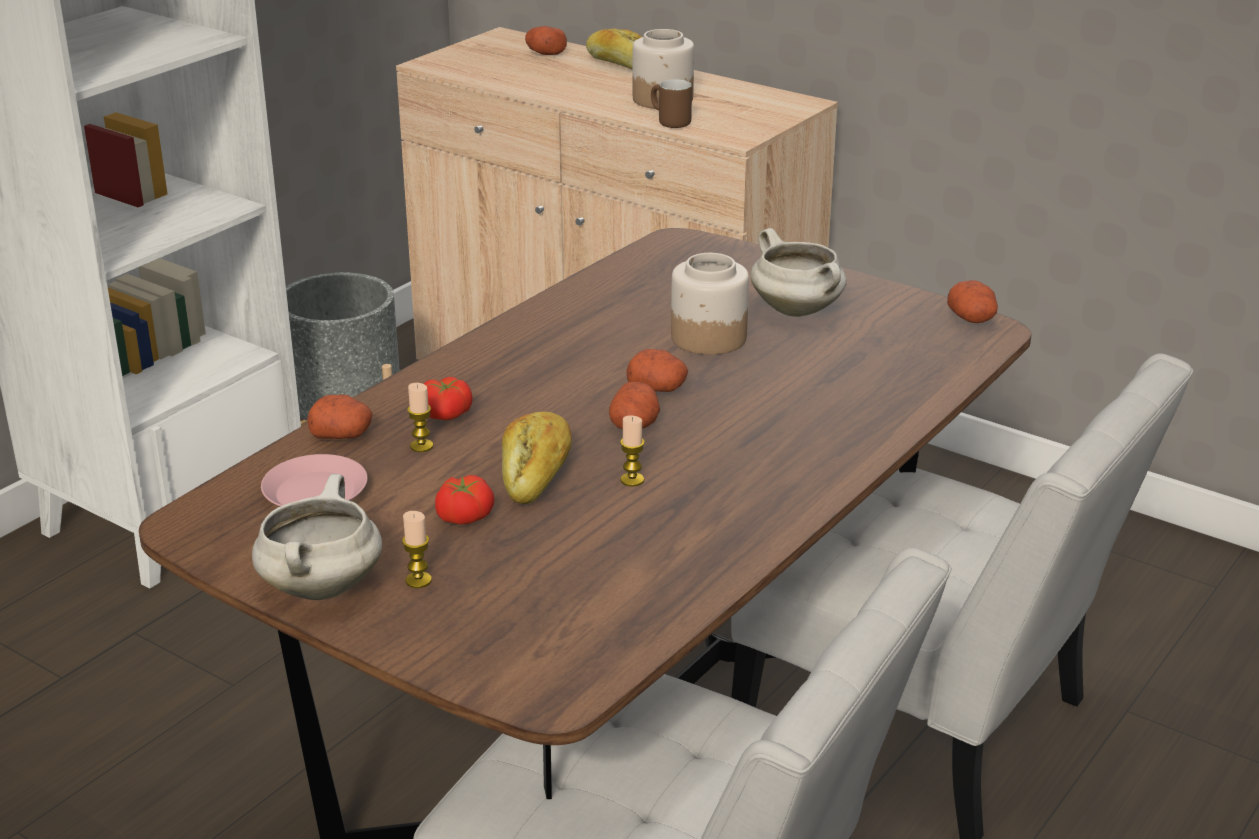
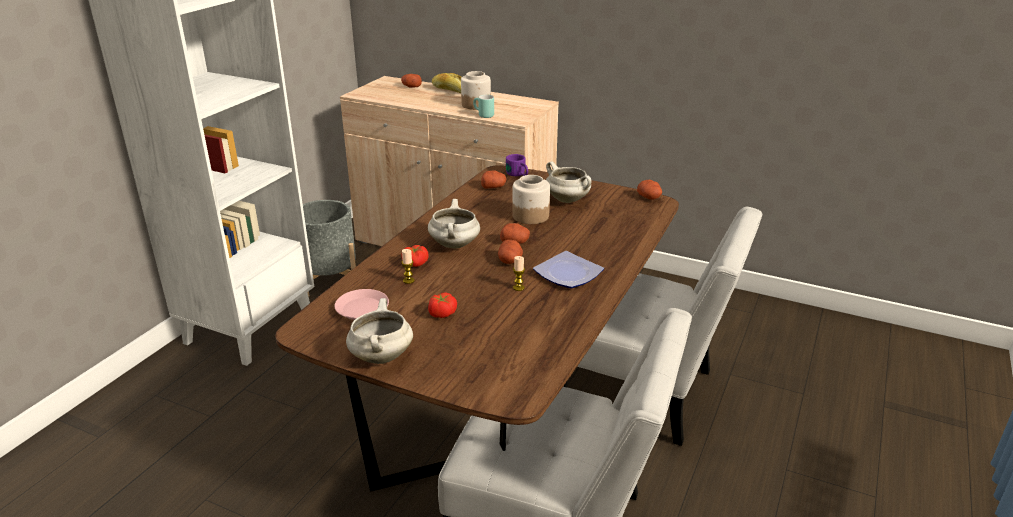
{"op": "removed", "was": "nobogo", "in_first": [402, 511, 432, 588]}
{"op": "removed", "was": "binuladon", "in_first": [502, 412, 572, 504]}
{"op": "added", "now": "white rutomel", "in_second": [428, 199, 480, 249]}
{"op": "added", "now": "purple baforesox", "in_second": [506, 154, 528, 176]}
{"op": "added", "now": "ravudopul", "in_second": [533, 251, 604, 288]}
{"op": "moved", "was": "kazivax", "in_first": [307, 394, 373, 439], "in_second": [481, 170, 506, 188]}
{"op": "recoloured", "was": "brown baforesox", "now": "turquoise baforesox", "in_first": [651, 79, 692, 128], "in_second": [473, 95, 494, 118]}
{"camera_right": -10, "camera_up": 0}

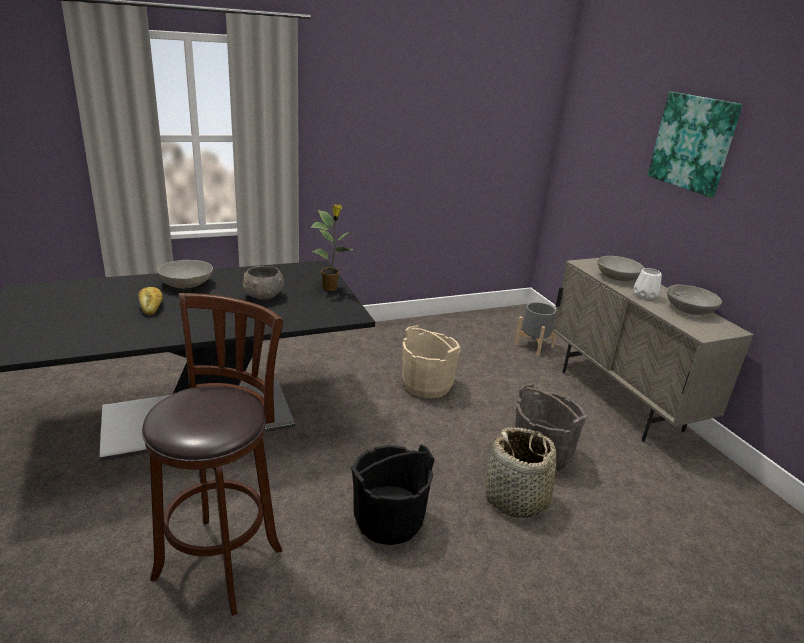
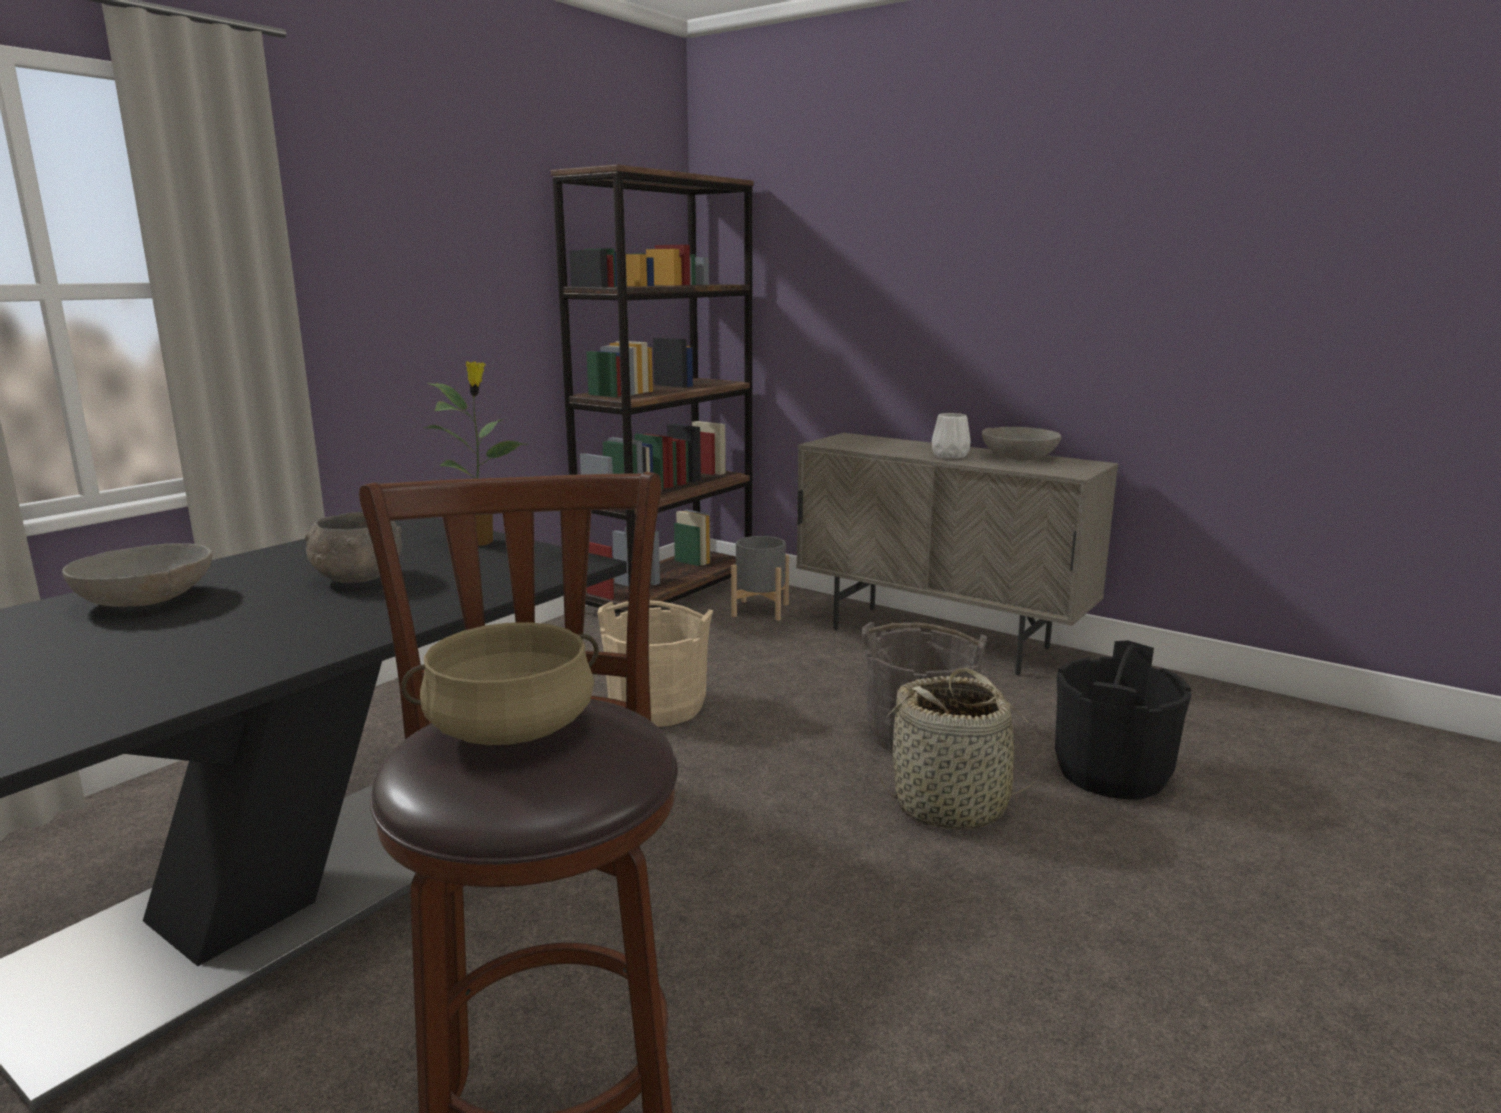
{"op": "removed", "was": "binuladon", "in_first": [138, 287, 163, 315]}
{"op": "removed", "was": "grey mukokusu", "in_first": [598, 256, 644, 281]}
{"op": "removed", "was": "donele", "in_first": [648, 92, 743, 197]}
{"op": "added", "now": "beige rutomel", "in_second": [401, 622, 599, 745]}
{"op": "added", "now": "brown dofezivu", "in_second": [551, 164, 754, 614]}
{"op": "moved", "was": "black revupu", "in_first": [350, 445, 435, 545], "in_second": [1055, 640, 1191, 800]}
{"camera_right": -30, "camera_up": -10}

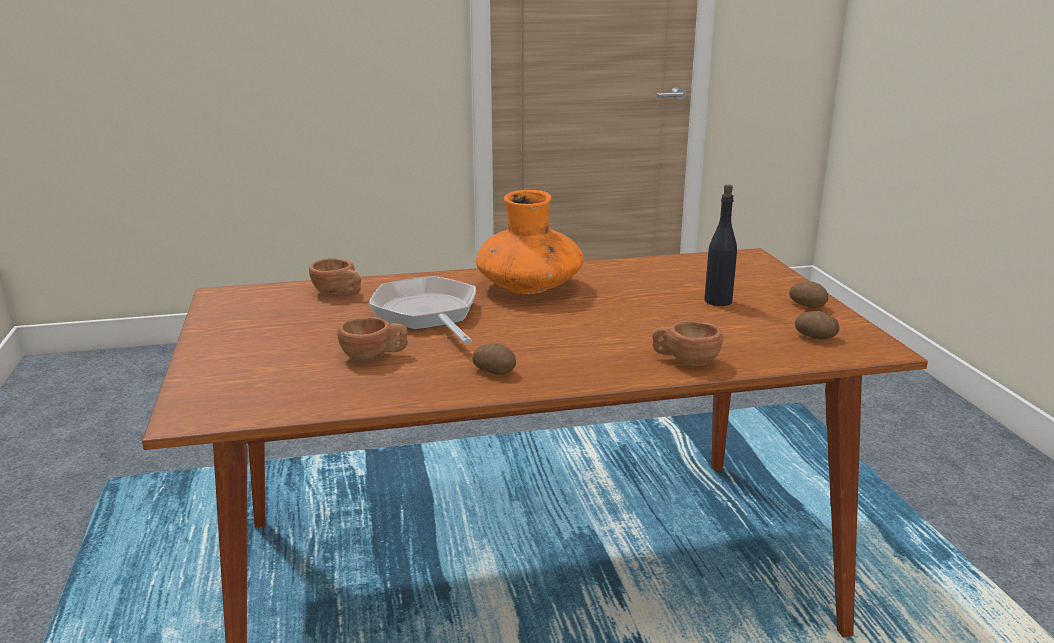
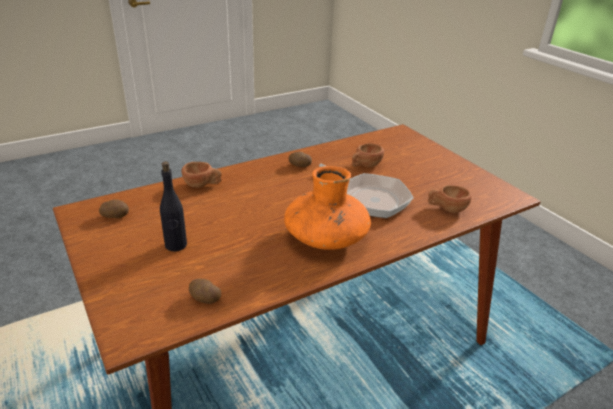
{"op": "moved", "was": "kazivax", "in_first": [789, 282, 828, 308], "in_second": [189, 279, 221, 304]}
{"camera_right": 160, "camera_up": 10}

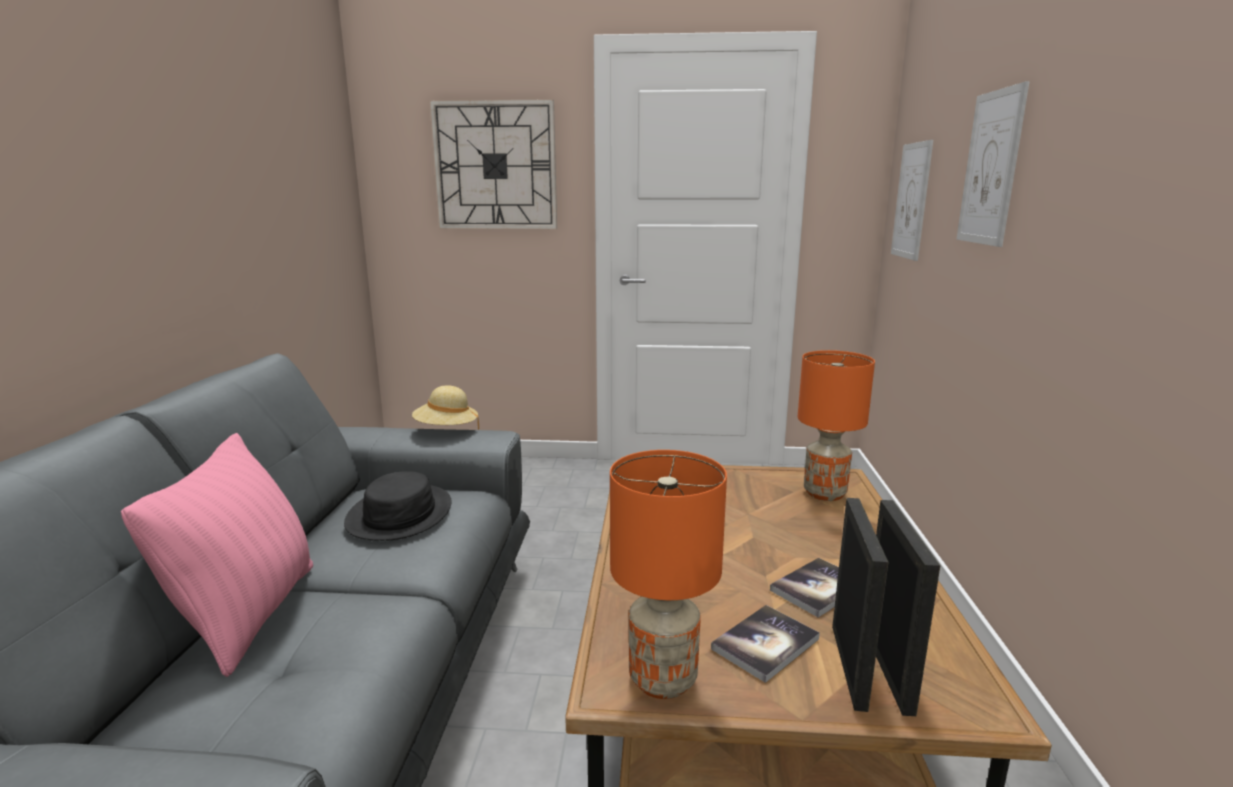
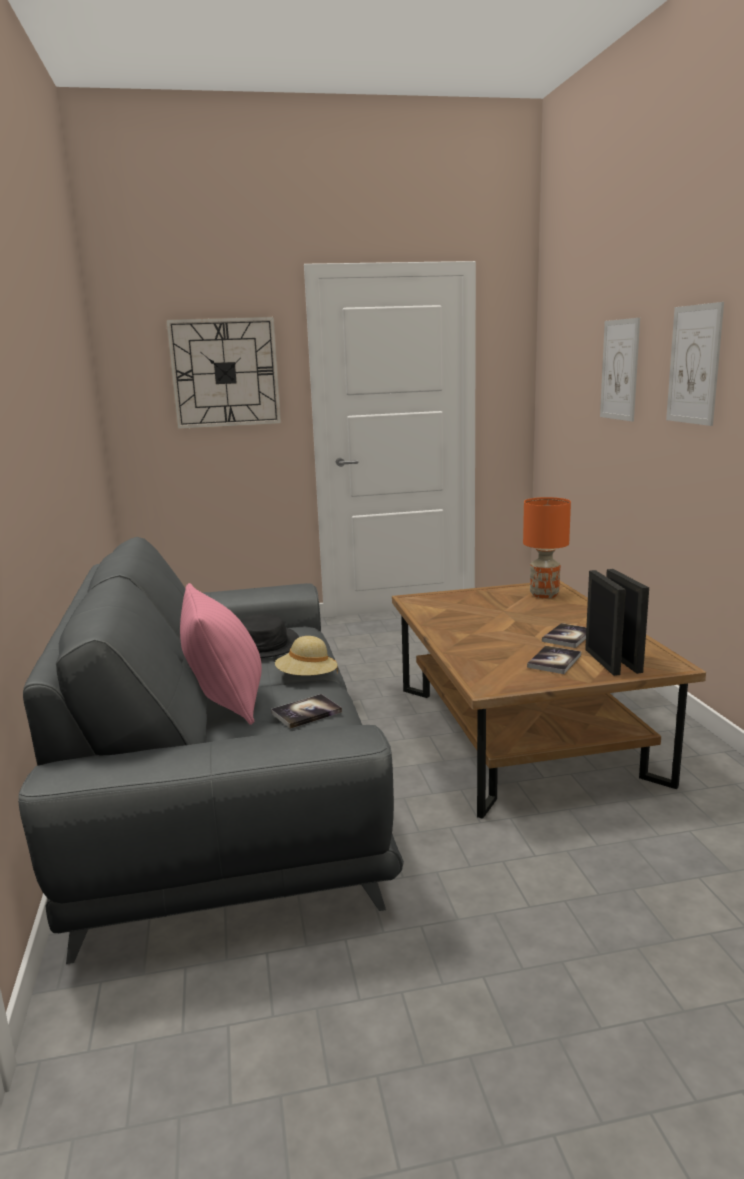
{"op": "removed", "was": "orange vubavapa", "in_first": [610, 450, 727, 699]}
{"op": "added", "now": "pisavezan", "in_second": [271, 694, 342, 729]}
{"op": "moved", "was": "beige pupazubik", "in_first": [412, 385, 479, 430], "in_second": [275, 636, 338, 676]}
{"op": "moved", "was": "donele", "in_first": [891, 140, 933, 261], "in_second": [666, 302, 724, 426]}
{"camera_right": -15, "camera_up": 0}

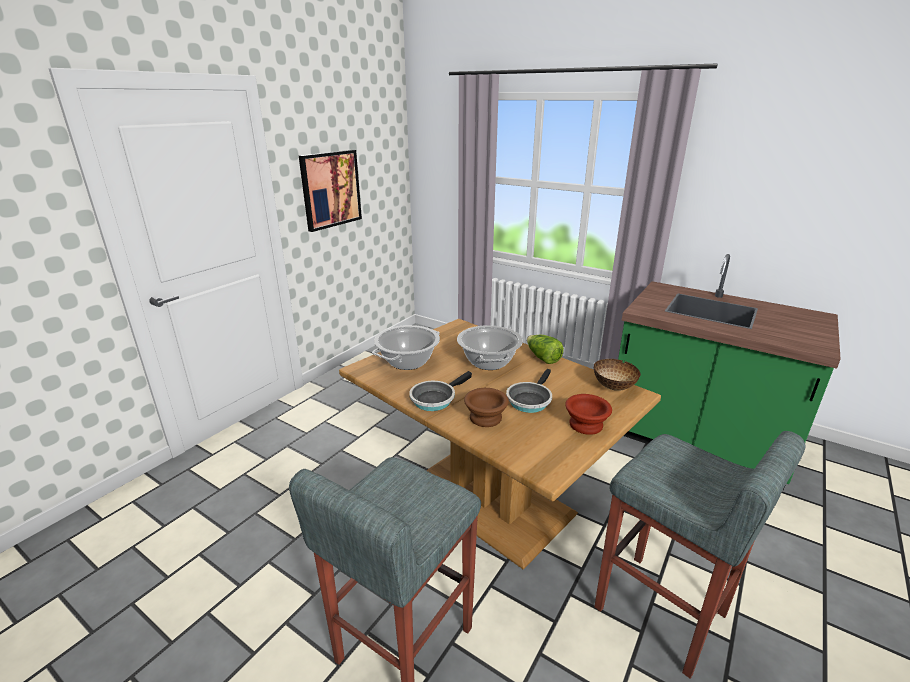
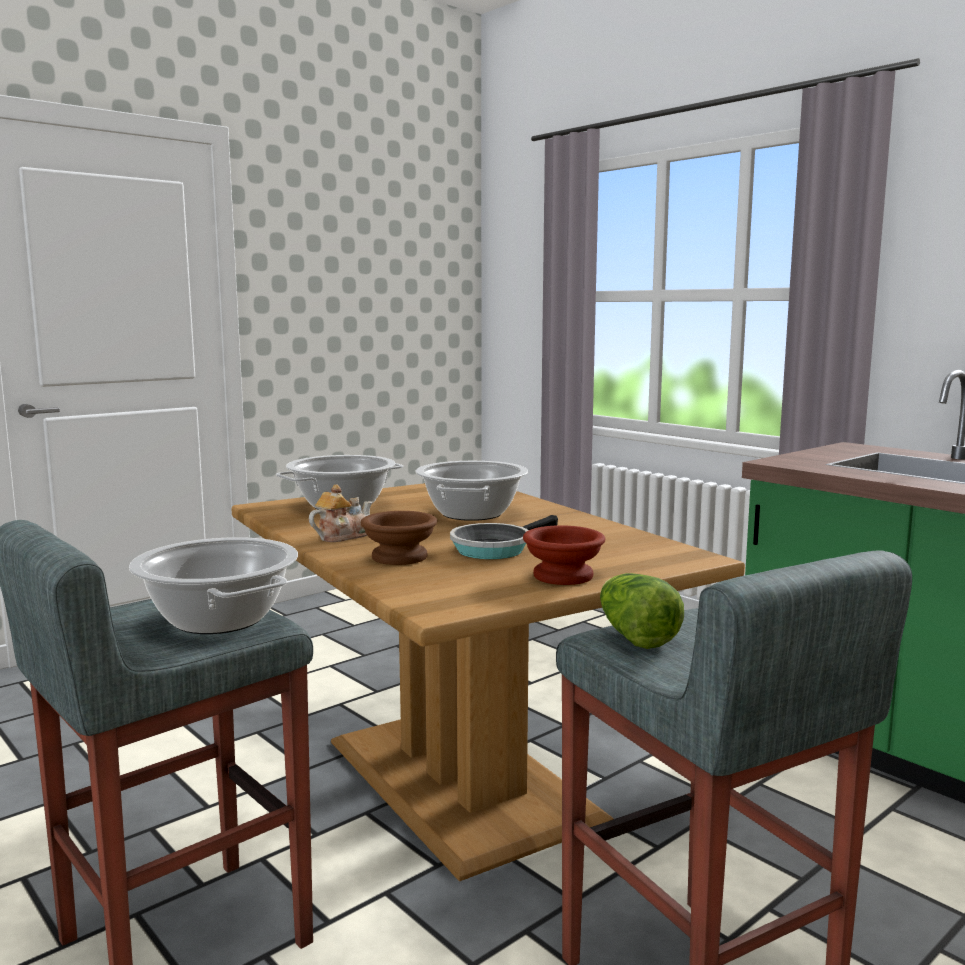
{"op": "removed", "was": "donele", "in_first": [299, 150, 362, 232]}
{"op": "removed", "was": "mukokusu", "in_first": [594, 359, 641, 391]}
{"op": "added", "now": "rutomel", "in_second": [129, 537, 298, 634]}
{"op": "moved", "was": "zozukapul", "in_first": [527, 335, 564, 364], "in_second": [600, 573, 684, 649]}
{"op": "replaced", "was": "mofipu", "now": "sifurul", "in_first": [410, 371, 472, 411], "in_second": [309, 484, 373, 542]}
{"camera_right": 15, "camera_up": -15}

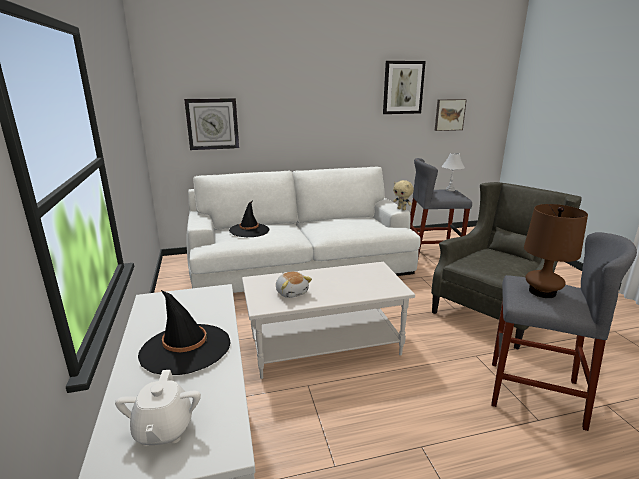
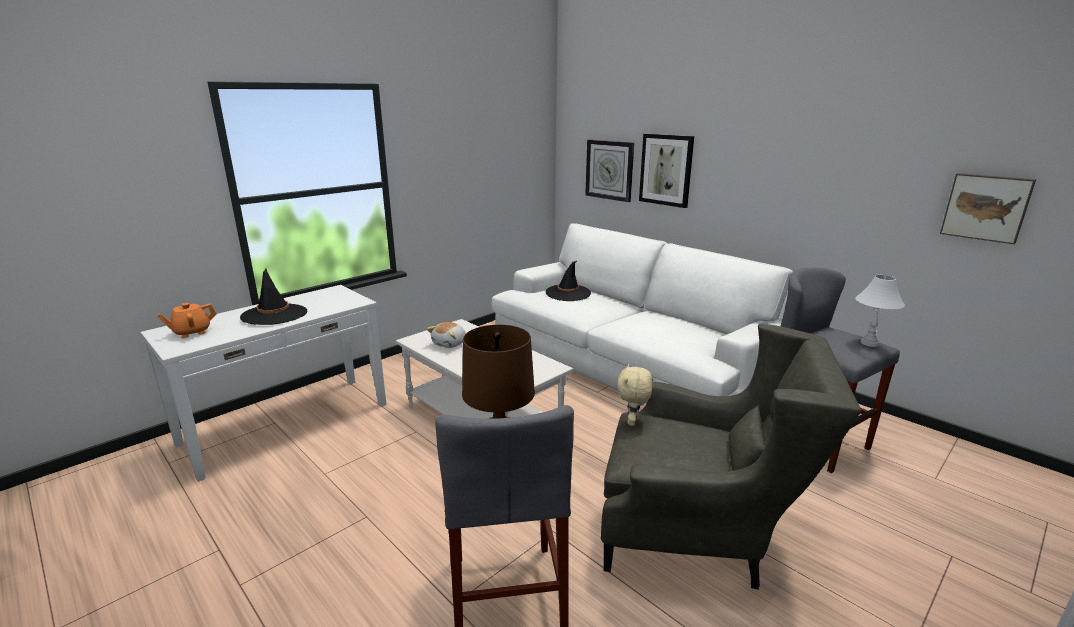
{"op": "moved", "was": "donele", "in_first": [383, 61, 426, 114], "in_second": [639, 134, 694, 208]}
{"op": "moved", "was": "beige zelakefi", "in_first": [393, 180, 414, 210], "in_second": [617, 364, 653, 426]}
{"op": "recoloured", "was": "white sifurul", "now": "orange sifurul", "in_first": [115, 370, 201, 446], "in_second": [157, 303, 216, 338]}
{"camera_right": 60, "camera_up": 0}

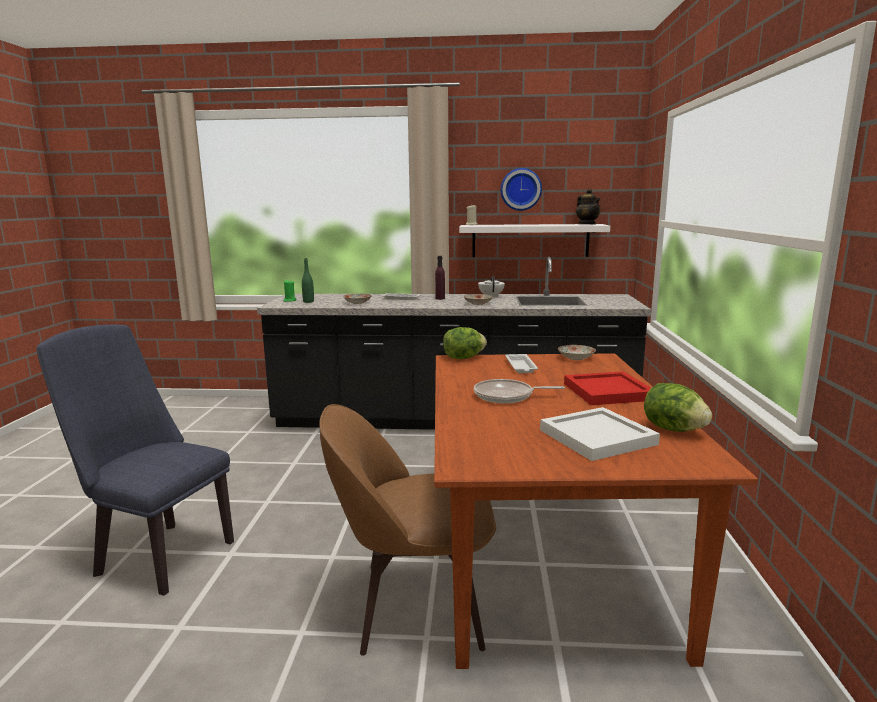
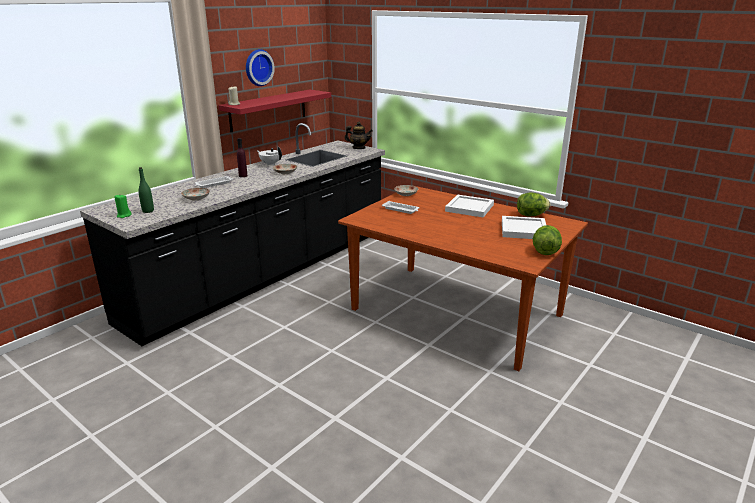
{"op": "removed", "was": "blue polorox", "in_first": [36, 325, 234, 596]}
{"op": "removed", "was": "brown polorox", "in_first": [319, 404, 496, 656]}
{"op": "removed", "was": "mofipu", "in_first": [474, 379, 565, 403]}
{"op": "moved", "was": "zozukapul", "in_first": [443, 327, 487, 359], "in_second": [533, 225, 562, 255]}
{"op": "moved", "was": "sifurul", "in_first": [576, 188, 600, 224], "in_second": [345, 122, 373, 149]}
{"op": "recoloured", "was": "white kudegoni", "now": "red kudegoni", "in_first": [459, 224, 610, 257], "in_second": [219, 90, 331, 132]}
{"op": "recoloured", "was": "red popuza", "now": "white popuza", "in_first": [564, 371, 651, 405], "in_second": [445, 195, 494, 218]}
{"camera_right": -55, "camera_up": 10}

